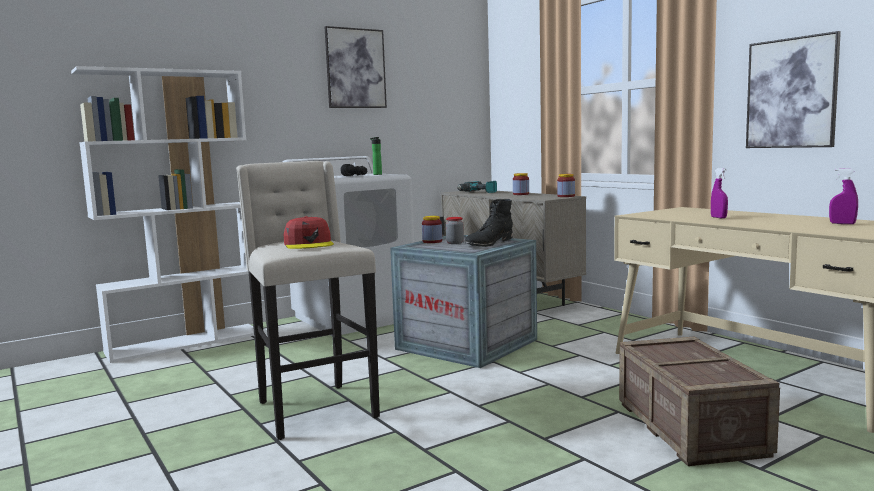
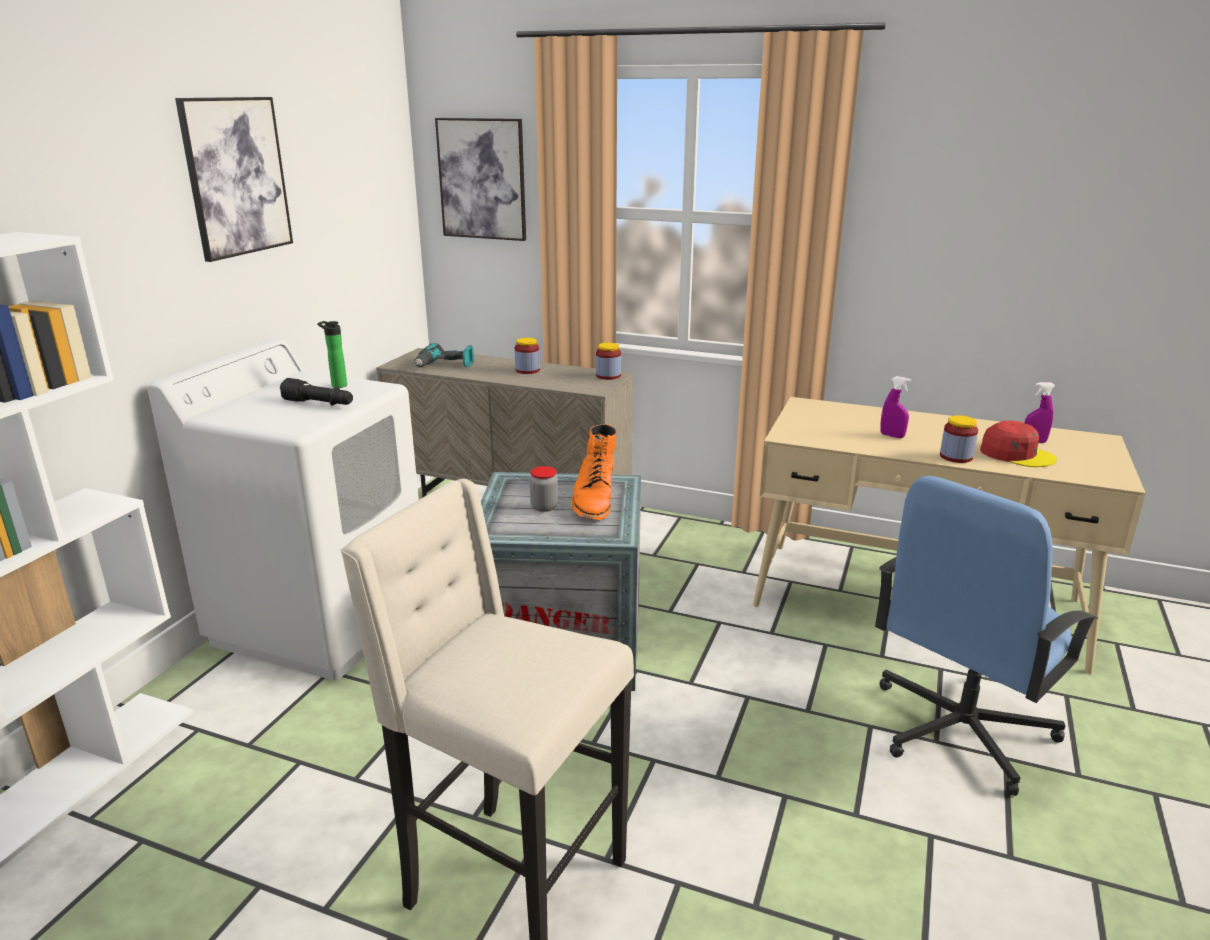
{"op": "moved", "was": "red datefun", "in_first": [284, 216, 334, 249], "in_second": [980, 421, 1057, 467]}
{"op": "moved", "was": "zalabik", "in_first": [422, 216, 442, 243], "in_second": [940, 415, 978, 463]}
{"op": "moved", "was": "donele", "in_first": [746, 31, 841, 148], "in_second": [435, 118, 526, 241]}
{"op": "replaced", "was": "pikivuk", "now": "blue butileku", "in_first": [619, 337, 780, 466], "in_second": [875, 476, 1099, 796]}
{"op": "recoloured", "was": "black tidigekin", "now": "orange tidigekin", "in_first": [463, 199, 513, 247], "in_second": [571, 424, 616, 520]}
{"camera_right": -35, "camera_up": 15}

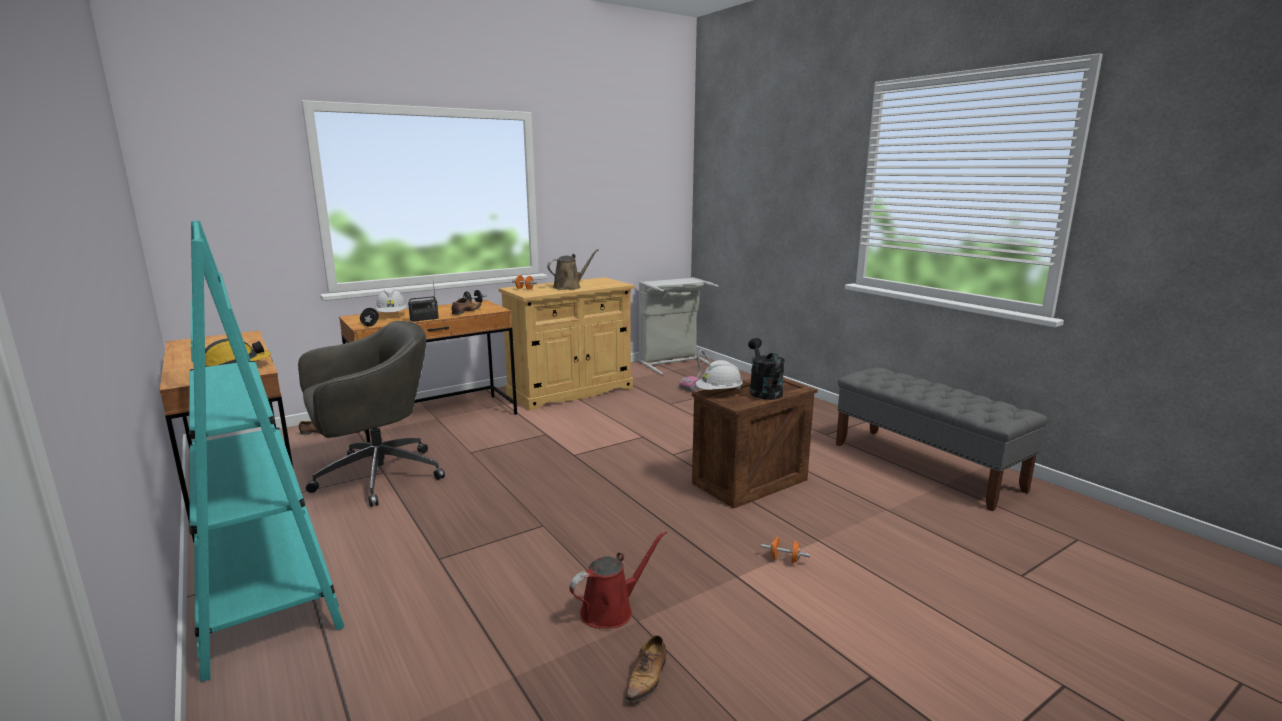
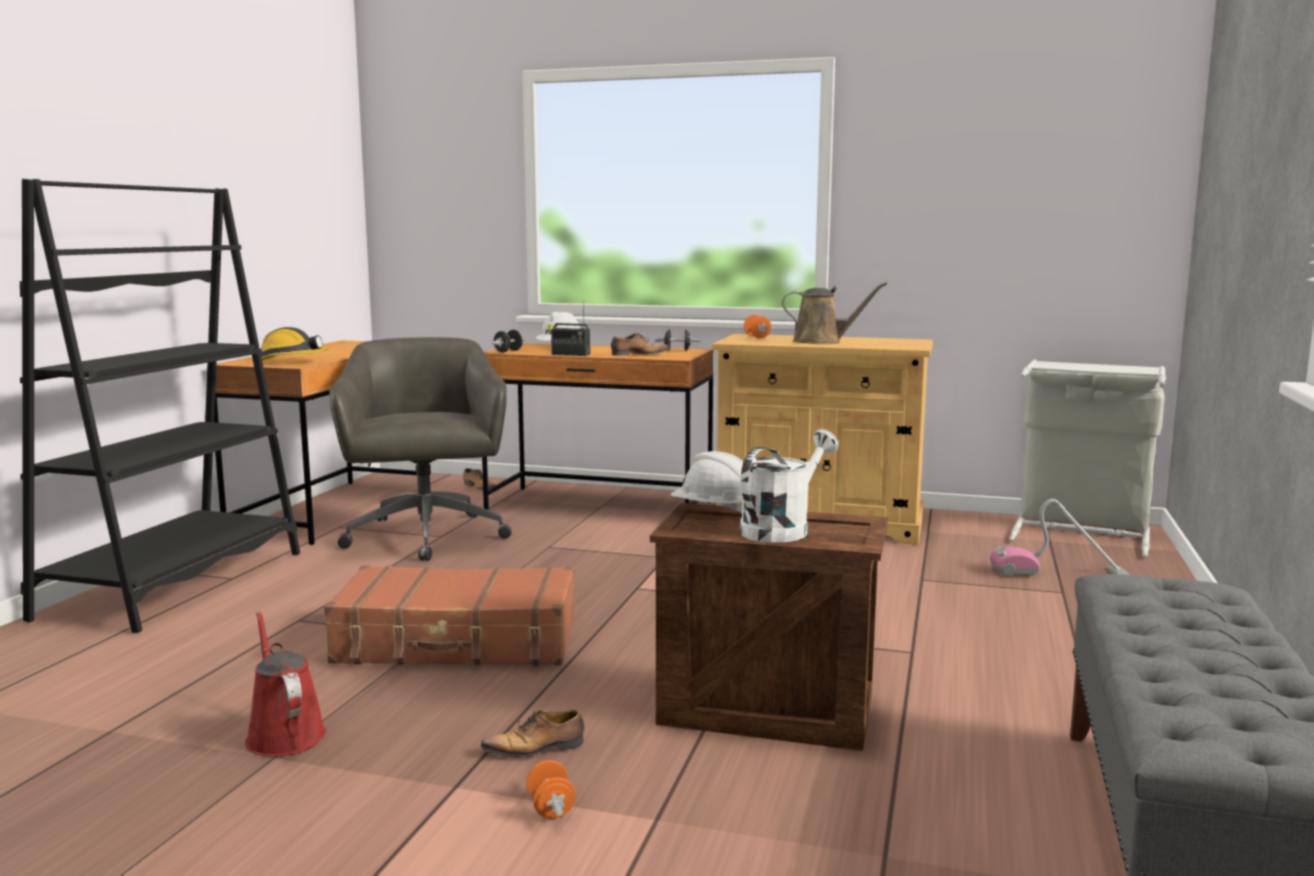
{"op": "added", "now": "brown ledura", "in_second": [324, 565, 575, 666]}
{"op": "moved", "was": "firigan", "in_first": [625, 635, 666, 702], "in_second": [480, 708, 584, 758]}
{"op": "recoloured", "was": "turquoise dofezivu", "now": "black dofezivu", "in_first": [189, 220, 345, 682], "in_second": [20, 179, 300, 633]}
{"op": "recoloured", "was": "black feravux", "now": "white feravux", "in_first": [748, 338, 785, 400], "in_second": [740, 429, 839, 543]}
{"op": "turned", "was": "grey butileku", "in_first": [298, 321, 445, 507], "in_second": [329, 337, 511, 561], "clockwise": -120}
{"op": "turned", "was": "red feravux", "in_first": [569, 531, 667, 629], "in_second": [245, 611, 326, 756], "clockwise": -135}
{"camera_right": 50, "camera_up": -5}

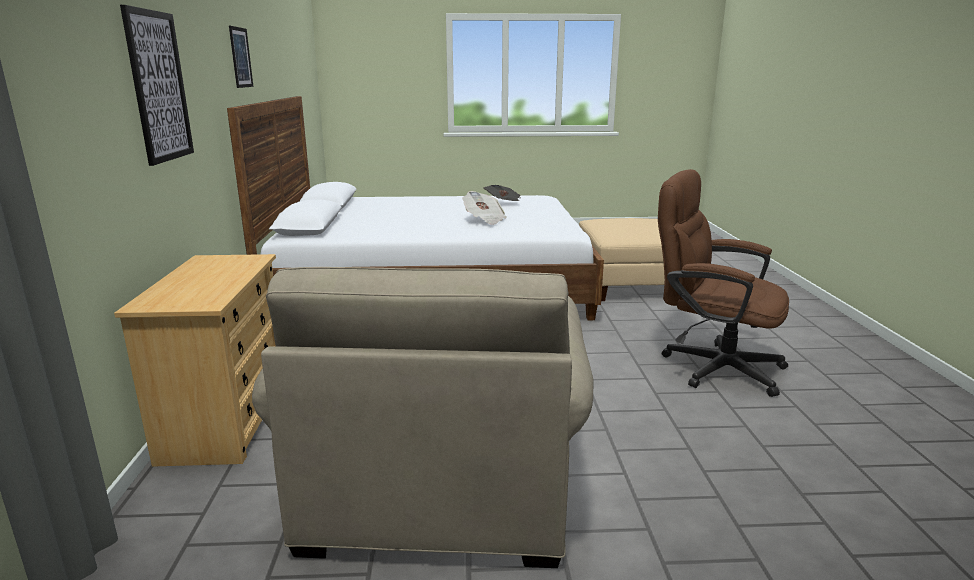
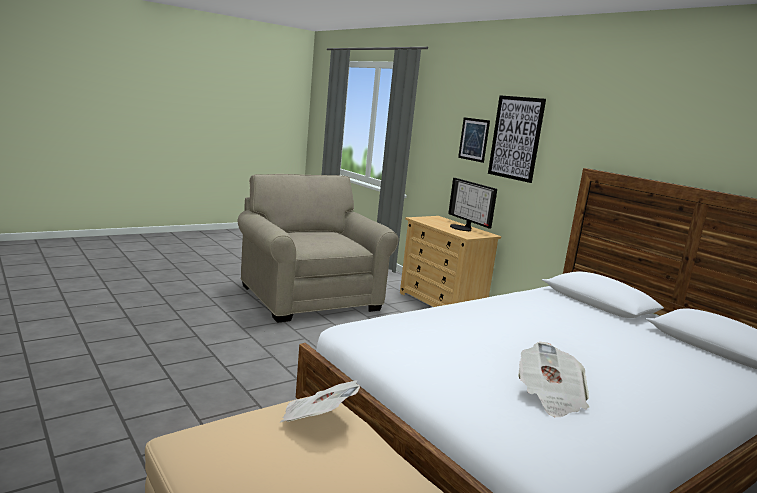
{"op": "removed", "was": "brown butileku", "in_first": [658, 169, 789, 397]}
{"op": "added", "now": "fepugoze", "in_second": [448, 178, 497, 231]}
{"op": "moved", "was": "donele", "in_first": [229, 26, 253, 88], "in_second": [458, 117, 490, 163]}
{"op": "moved", "was": "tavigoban", "in_first": [462, 191, 507, 225], "in_second": [280, 380, 360, 423]}
{"camera_right": 145, "camera_up": -5}

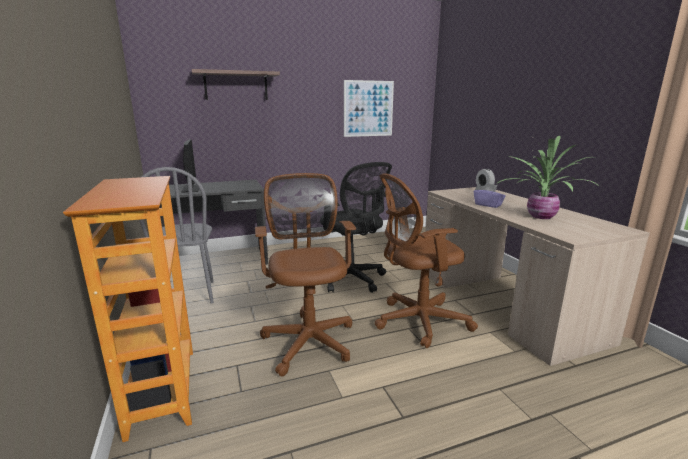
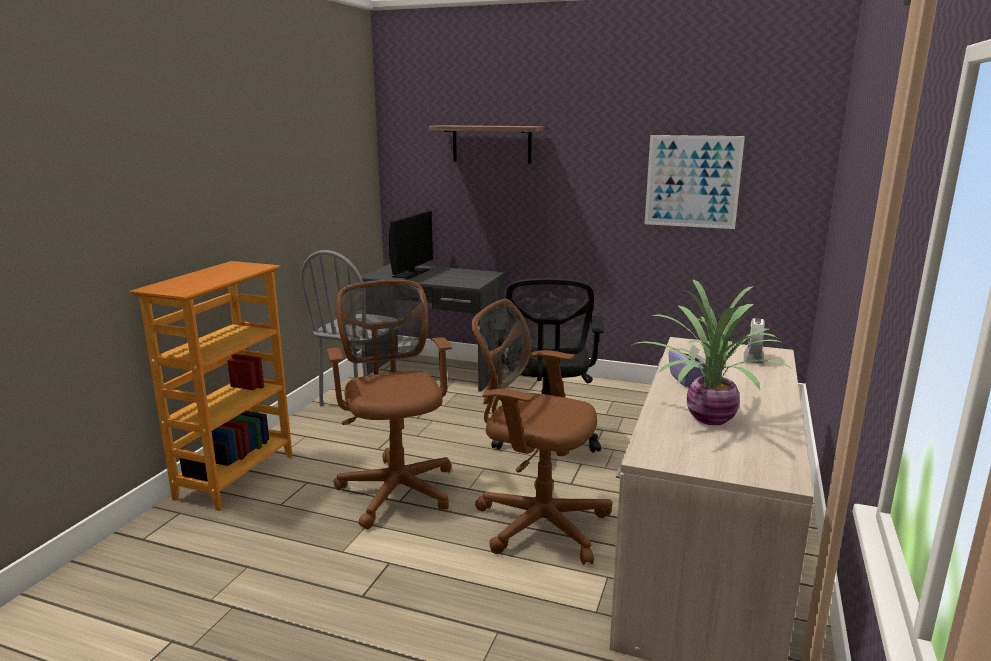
{"op": "turned", "was": "brown butileku", "in_first": [255, 173, 356, 377], "in_second": [326, 280, 452, 529], "clockwise": -45}
{"camera_right": 40, "camera_up": 0}

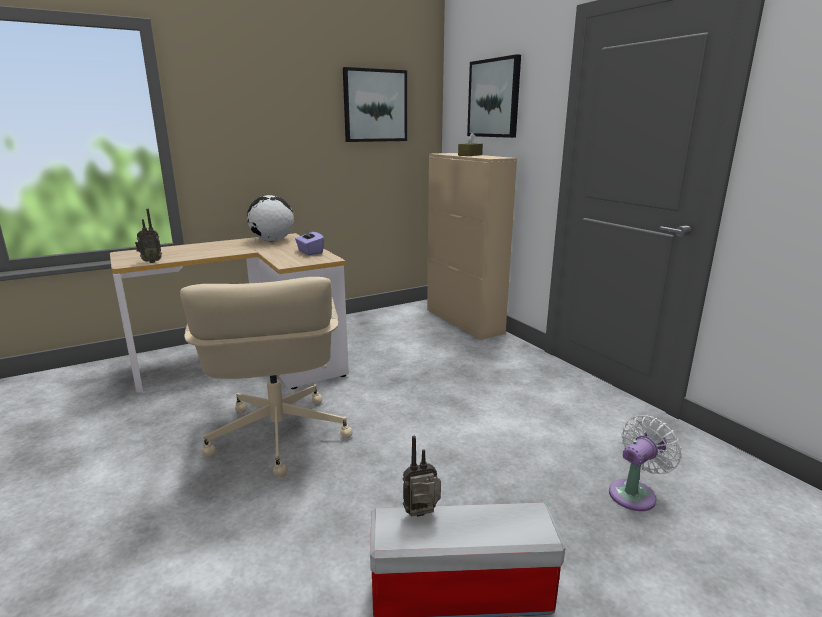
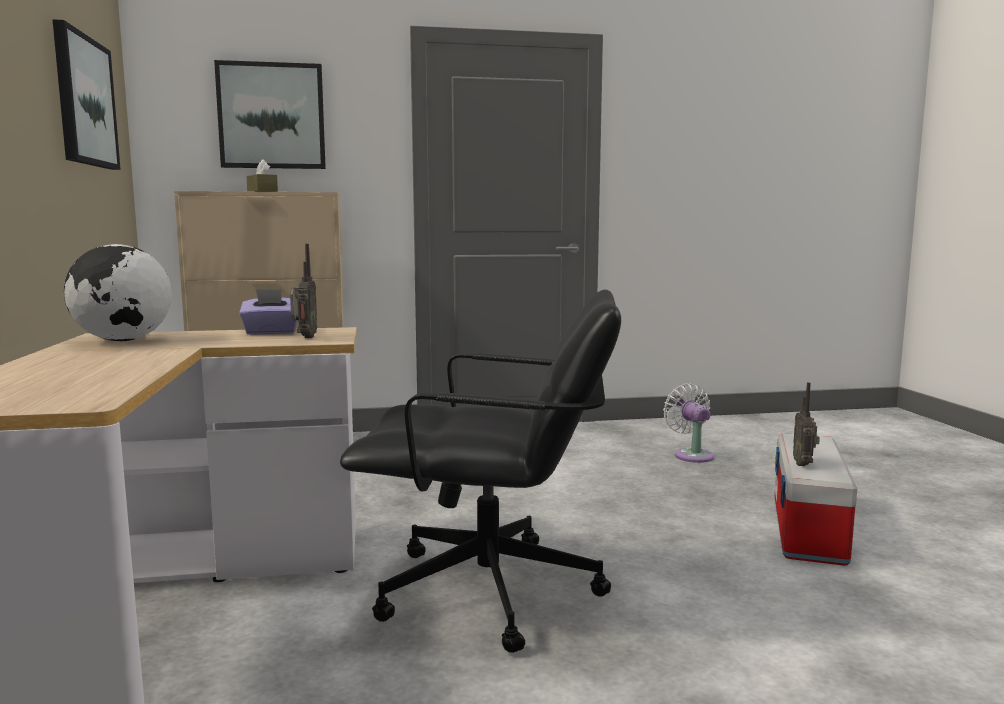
{"op": "moved", "was": "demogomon", "in_first": [135, 209, 162, 263], "in_second": [290, 244, 317, 338]}
{"op": "recoloured", "was": "beige butileku", "now": "black butileku", "in_first": [180, 277, 353, 478], "in_second": [340, 290, 621, 653]}
{"camera_right": -70, "camera_up": -10}

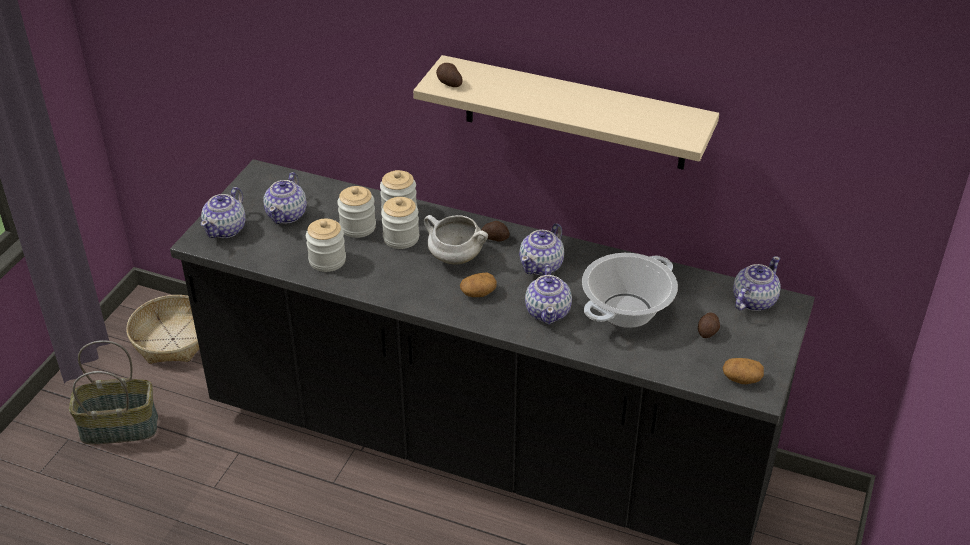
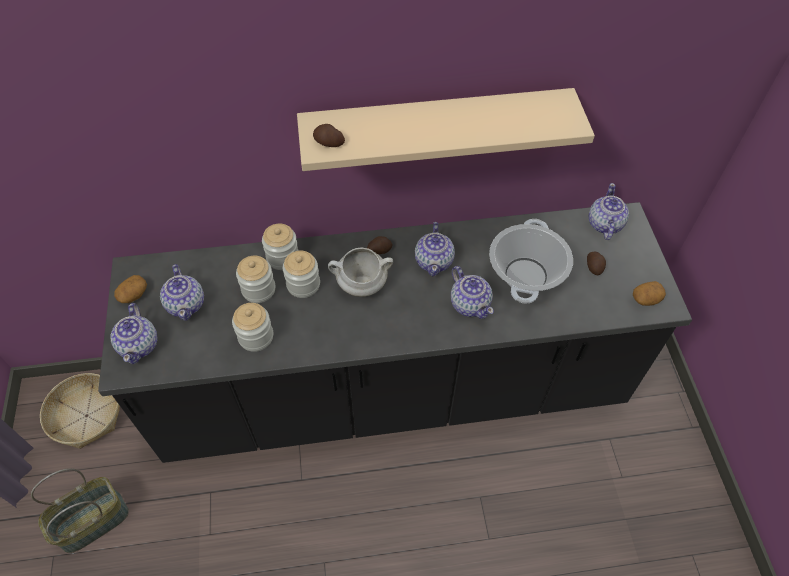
{"op": "moved", "was": "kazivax", "in_first": [460, 273, 497, 297], "in_second": [114, 275, 147, 303]}
{"camera_right": -30, "camera_up": 15}

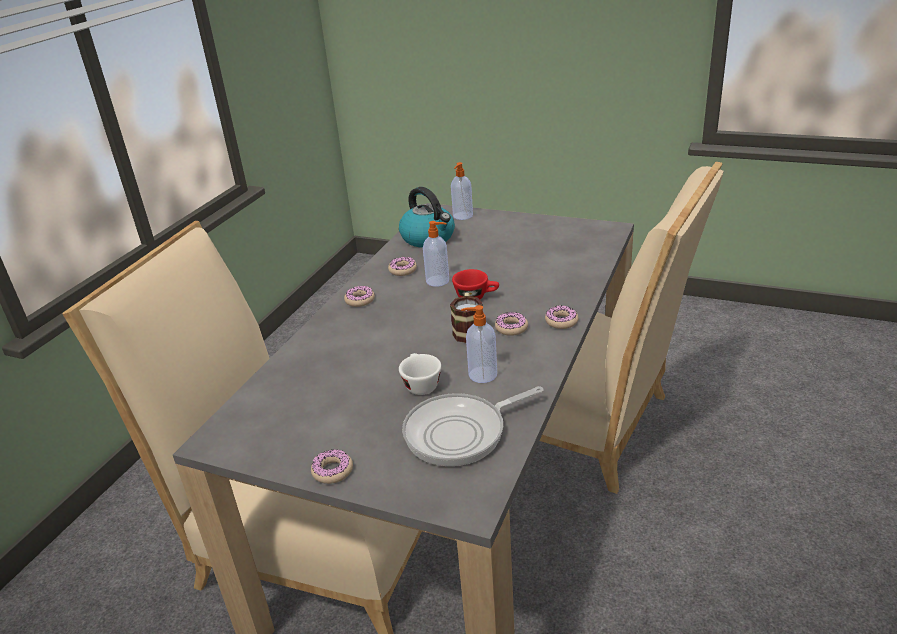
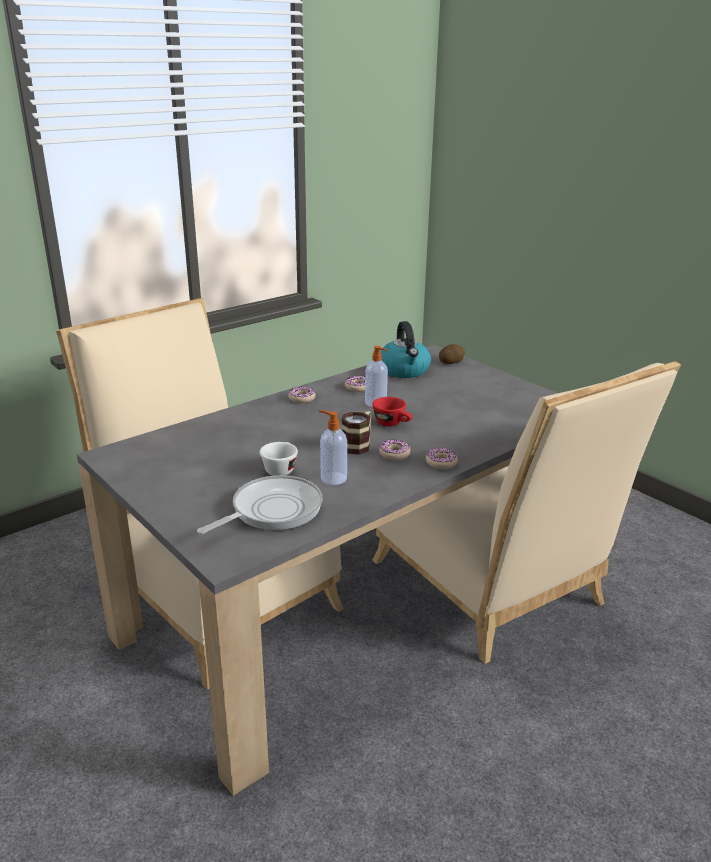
{"op": "removed", "was": "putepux", "in_first": [311, 449, 353, 484]}
{"op": "replaced", "was": "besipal", "now": "kazivax", "in_first": [451, 162, 473, 220], "in_second": [439, 344, 465, 364]}
{"op": "turned", "was": "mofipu", "in_first": [402, 386, 544, 466], "in_second": [197, 475, 323, 534], "clockwise": 135}
{"camera_right": 25, "camera_up": -5}

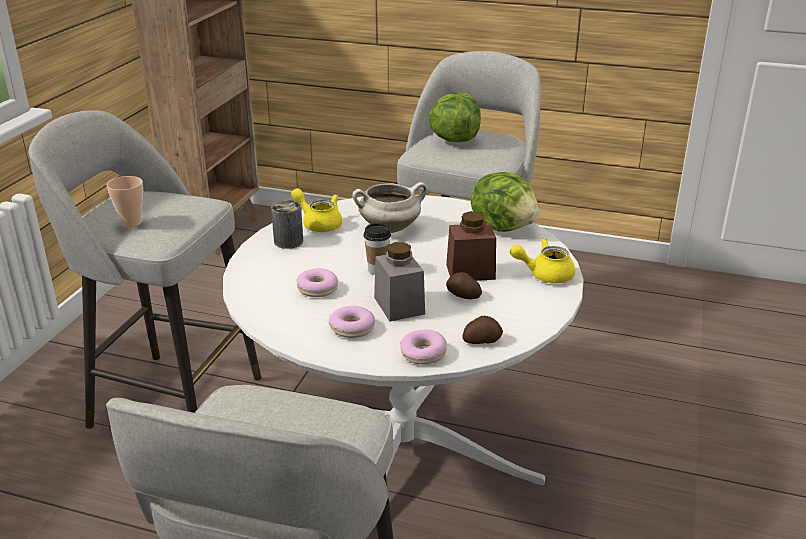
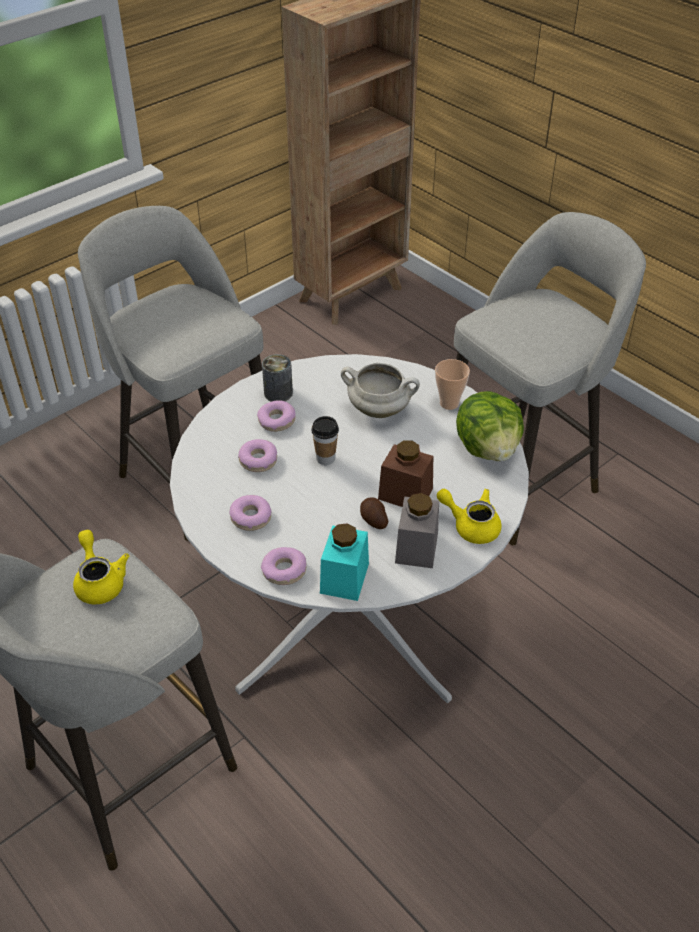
{"op": "removed", "was": "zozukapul", "in_first": [429, 92, 481, 143]}
{"op": "added", "now": "putepux", "in_second": [257, 400, 296, 432]}
{"op": "moved", "was": "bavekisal", "in_first": [107, 176, 143, 227], "in_second": [435, 359, 470, 410]}
{"op": "moved", "was": "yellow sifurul", "in_first": [291, 188, 342, 232], "in_second": [73, 530, 129, 605]}
{"op": "moved", "was": "grey zalabik", "in_first": [374, 242, 425, 321], "in_second": [395, 493, 439, 568]}
{"op": "replaced", "was": "kazivax", "now": "turquoise zalabik", "in_first": [462, 316, 503, 344], "in_second": [320, 523, 369, 601]}
{"camera_right": 30, "camera_up": 15}

